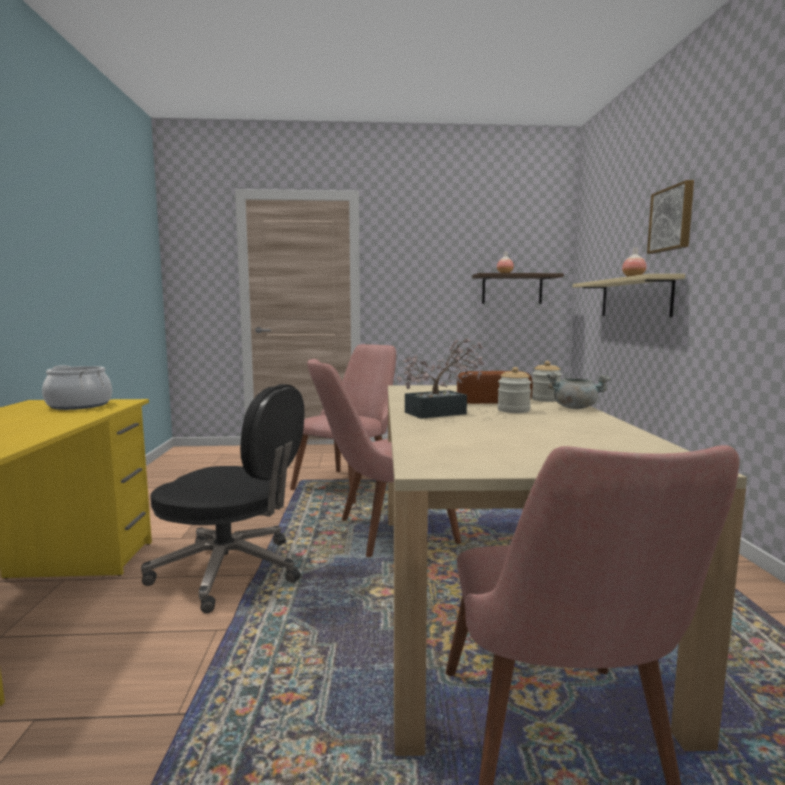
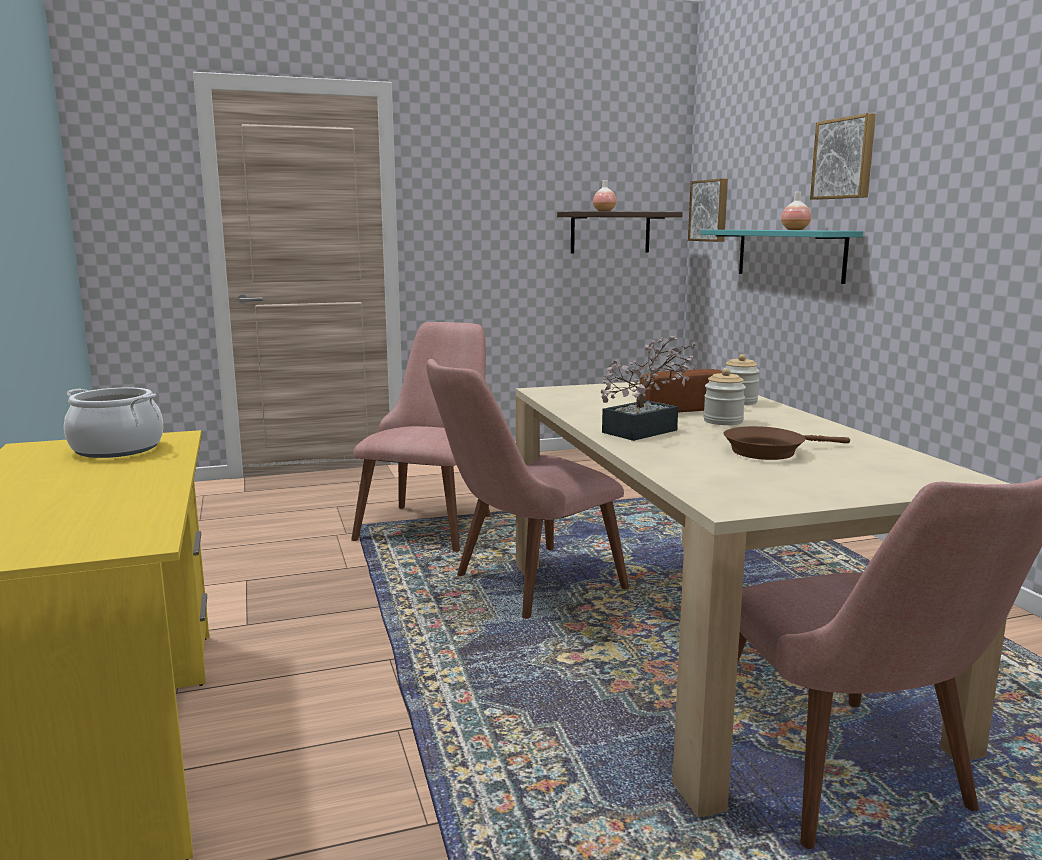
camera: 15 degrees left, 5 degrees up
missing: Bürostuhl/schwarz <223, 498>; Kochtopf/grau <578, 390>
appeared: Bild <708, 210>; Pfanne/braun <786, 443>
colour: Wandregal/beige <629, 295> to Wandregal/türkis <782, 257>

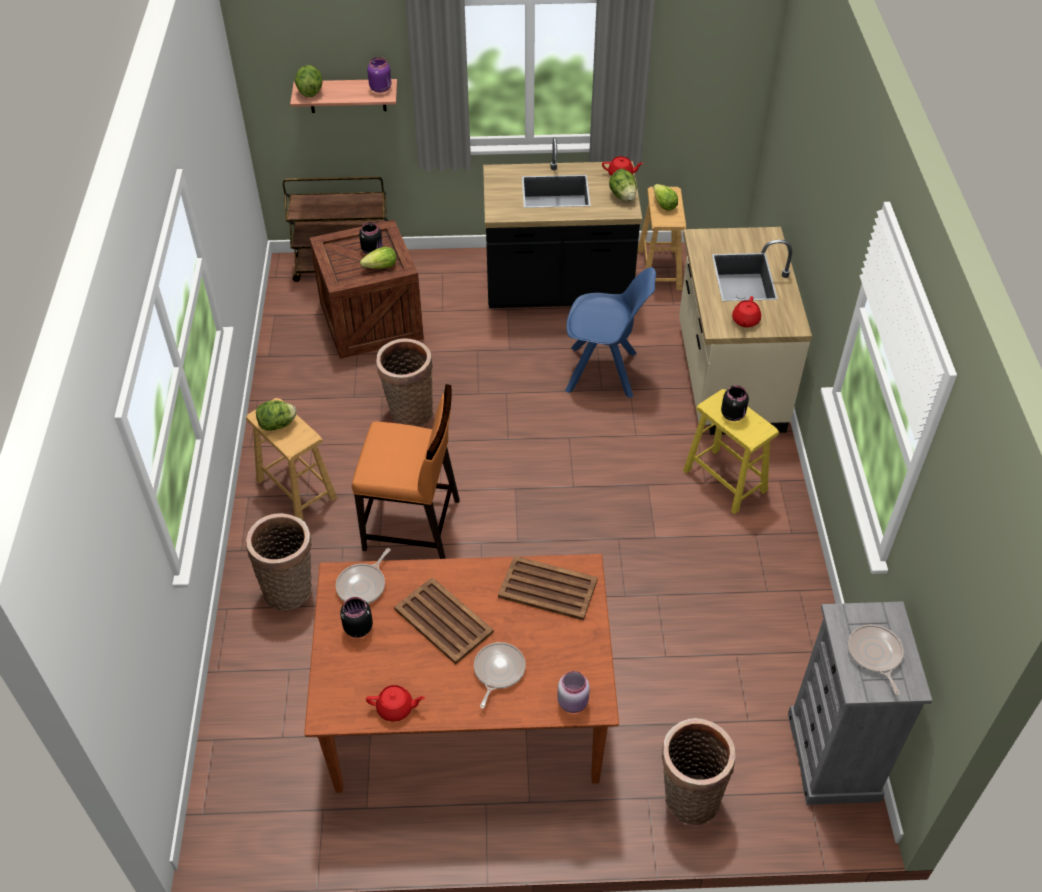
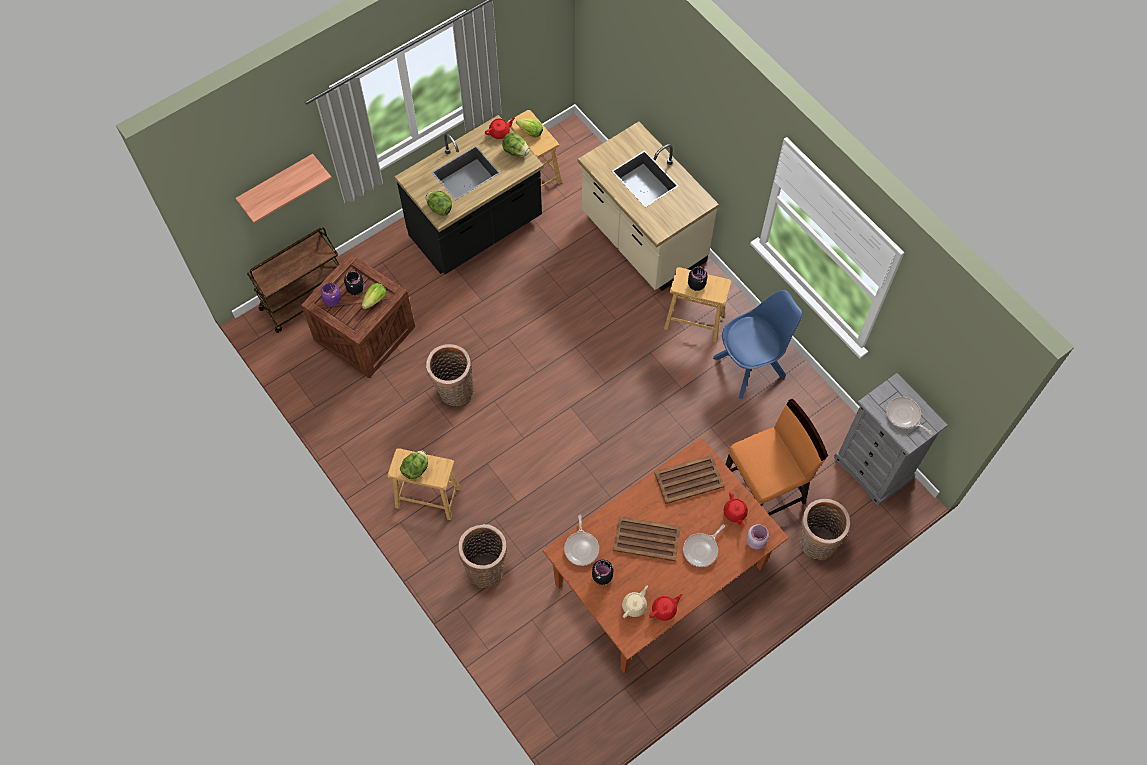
camera: 35 degrees left, 15 degrees up
appeared: Teekanne/beige <635, 601>
relocated: Vorratsglas/lila <379, 75> to <331, 294>; Salatkopf <309, 81> to <438, 203>; Stuhl/blau <610, 332> to <757, 344>; Teekanne/rot <746, 311> to <736, 509>; Stuhl/orange <406, 471> to <776, 456>
colour: Hocker/gelb <731, 451> to Hocker/braun <698, 304>
spun: Pfanne <500, 675> = <704, 546> 120 degrees counterclockwise

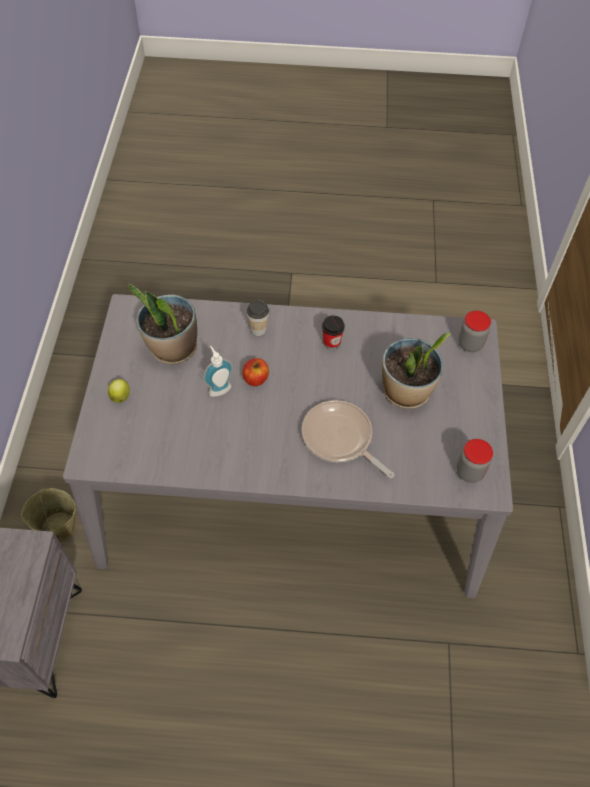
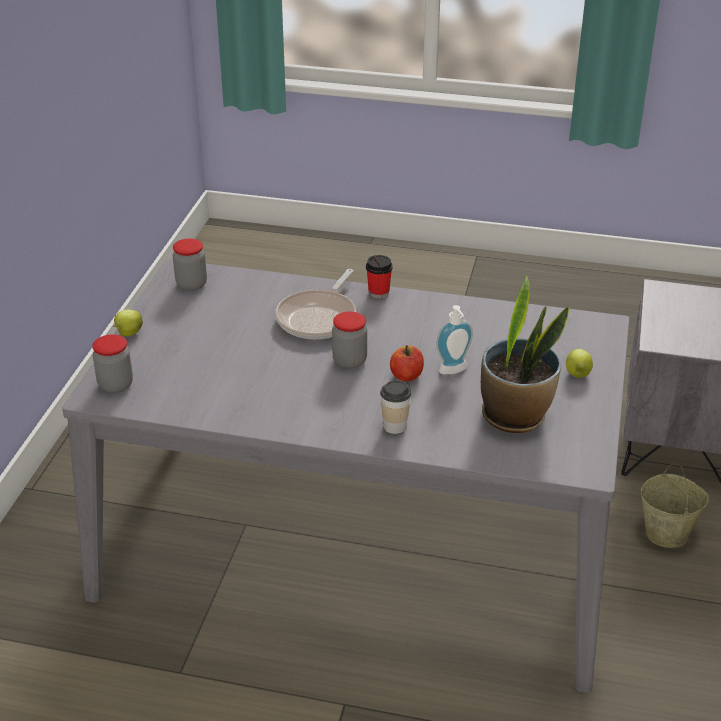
camera: 170 degrees left, 20 degrees down
missing: Topfpflanze <417, 371>
appeared: Apfel <128, 323>; Vorratsglas <349, 340>
relocated: Tasse <333, 332> to <379, 276>
spun: Pfanne <347, 439> = <316, 304> 60 degrees clockwise

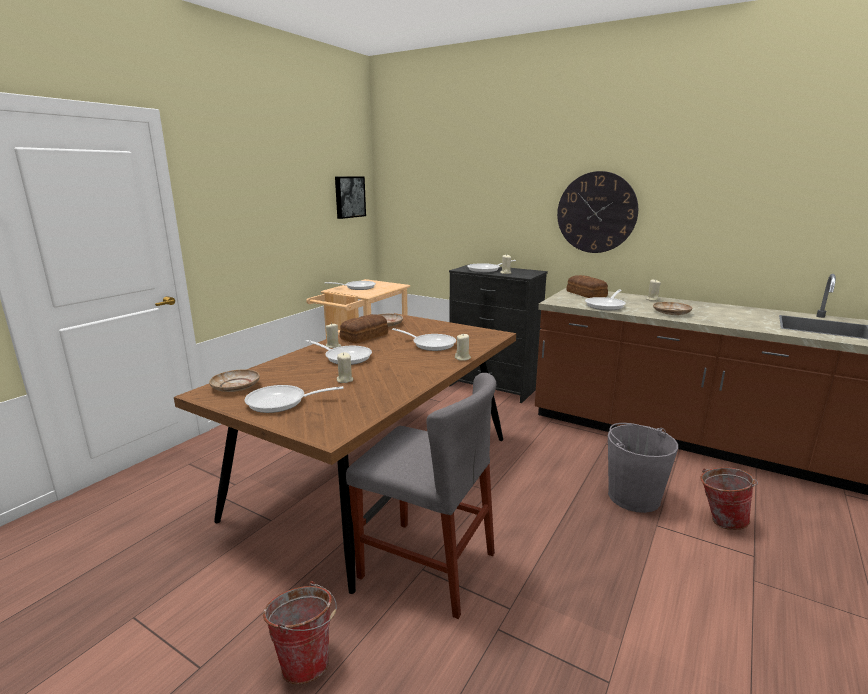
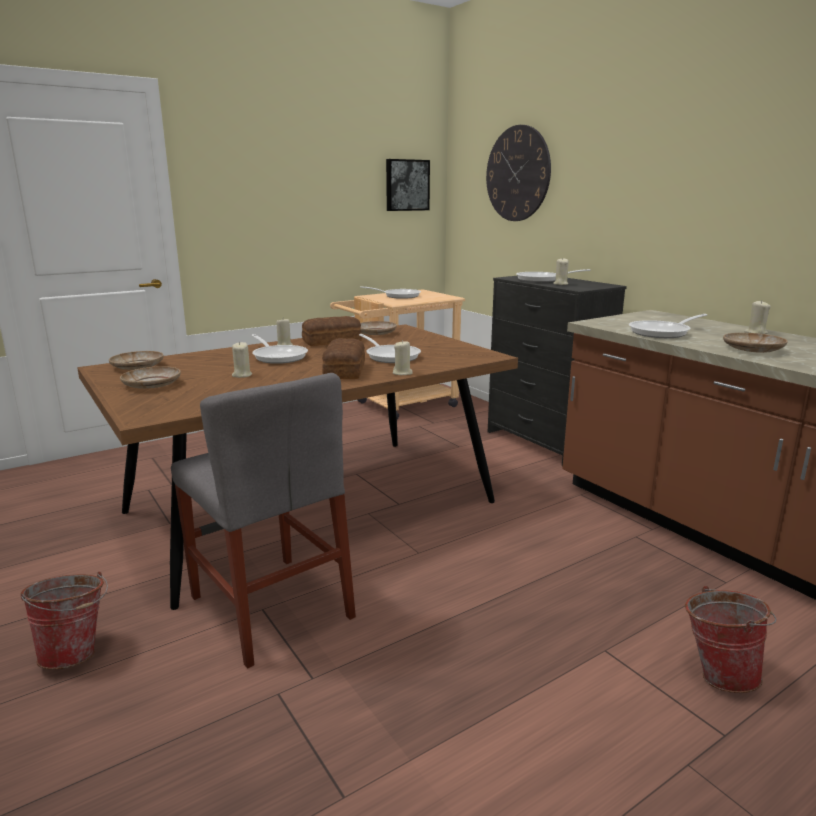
camera: 25 degrees right, 0 degrees up
missing: Eimer/grau <643, 468>
relocated: Brot <587, 286> to <343, 358>; Wanduhr <597, 212> to <518, 173>
exchanged: Pfanne <294, 399> to Teller/beige <150, 377>

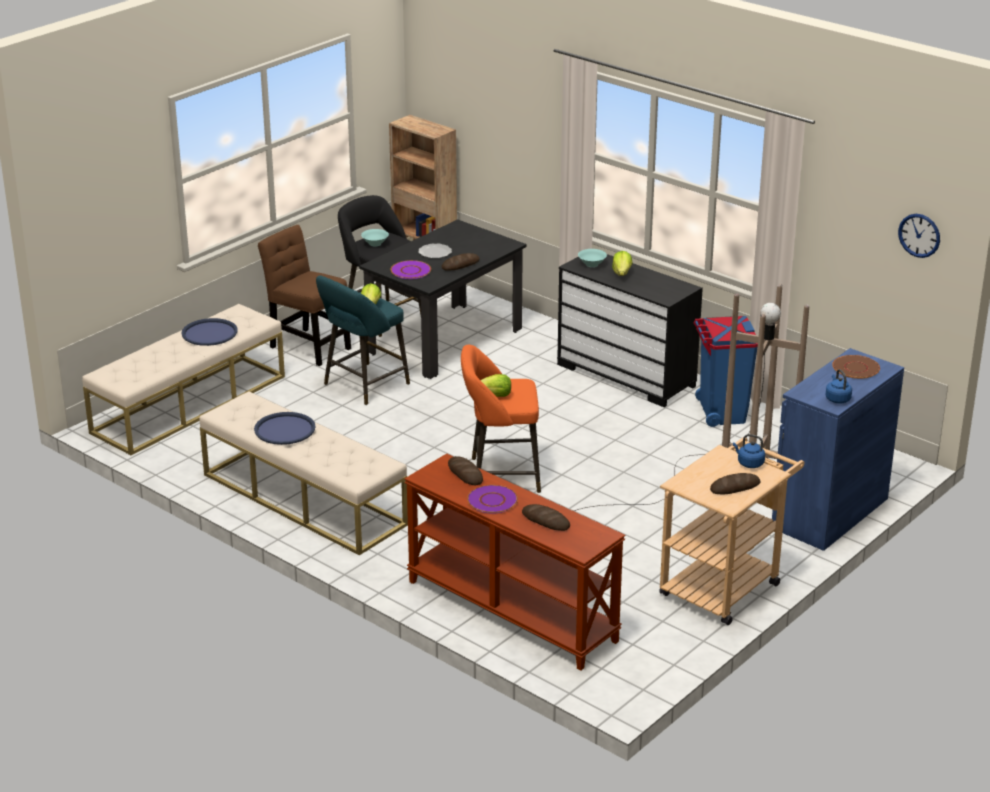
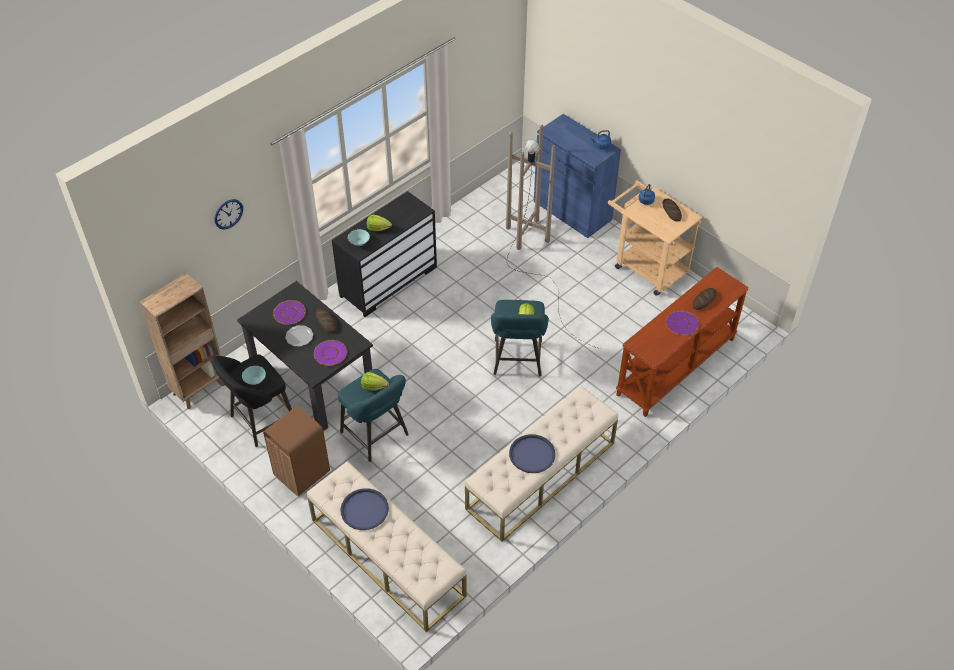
camera: 85 degrees left, 20 degrees up
missing: Brot <465, 470>; Mülleimer/blau <726, 371>; Teller/braun <856, 367>
appeared: Teller/lila <289, 312>
relocated: Wanduhr <919, 236> to <228, 214>
exchanged: Stuhl/braun <304, 295> to Mülleimer/braun <296, 451>
colour: Hocker/orange <501, 419> to Hocker/türkis <520, 338>

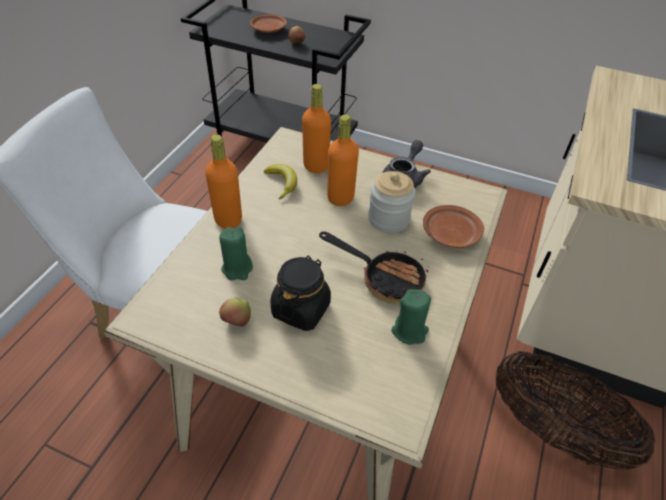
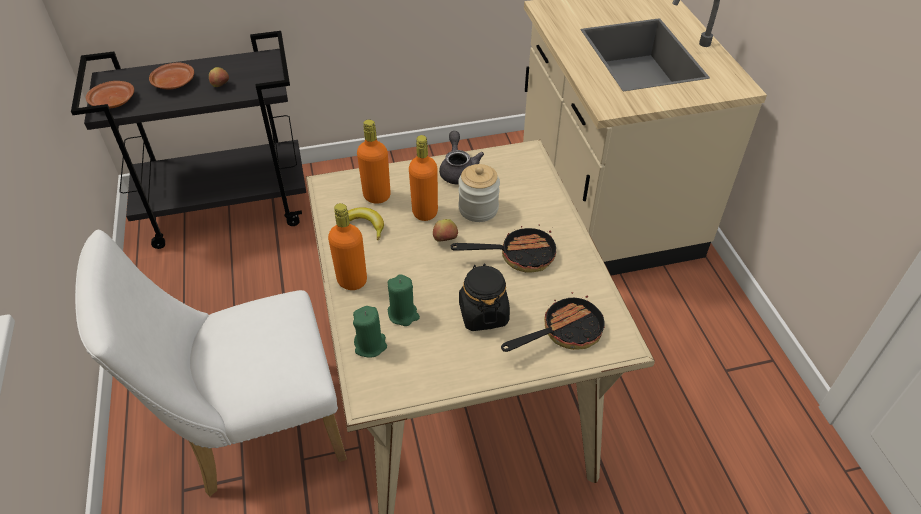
camera: 35 degrees left, 0 degrees up
missing: Korb <576, 410>
appeared: Pfanne <553, 322>
relocated: Teller/braun <453, 226> to <110, 95>; Kerze/grün <411, 317> to <370, 332>; Apfel <235, 312> to <445, 230>

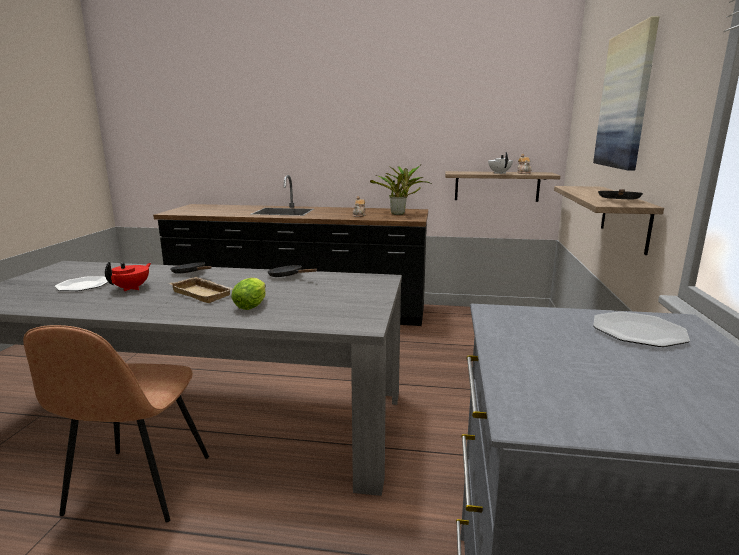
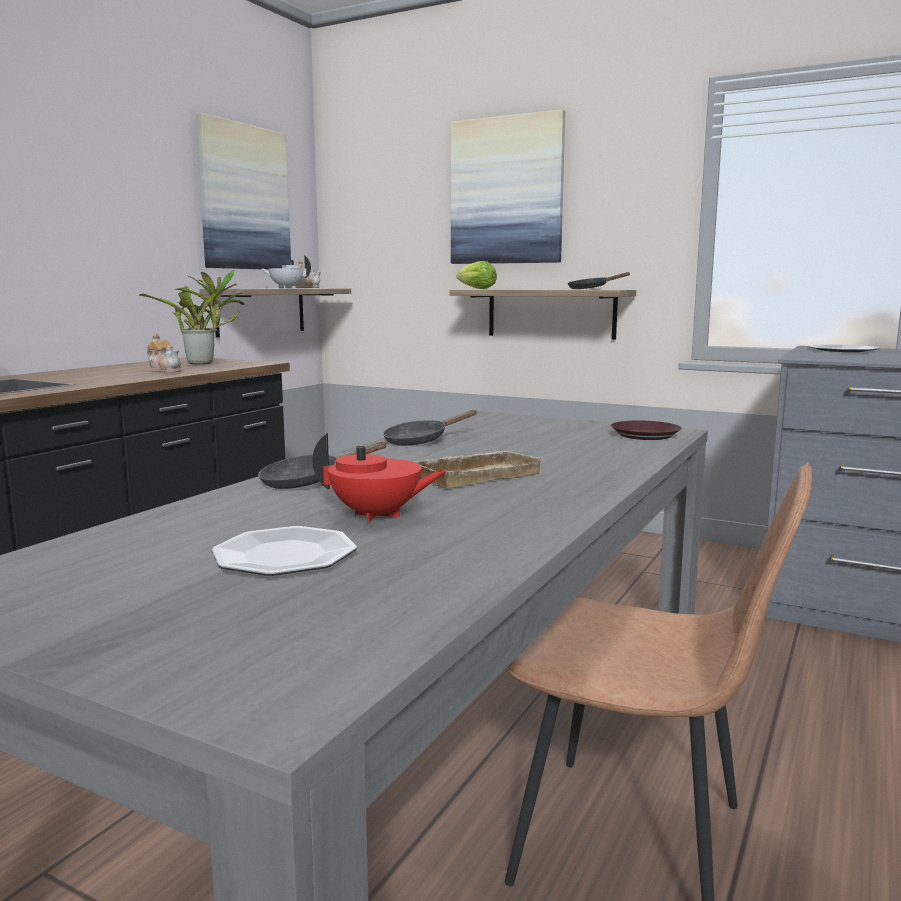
camera: 70 degrees left, 5 degrees down
appeared: Bild <243, 191>; Teller/braun <646, 430>
relocated: Salatkopf <248, 294> to <476, 275>
spun: Teekanne/rot <128, 276> = <379, 477> 150 degrees clockwise

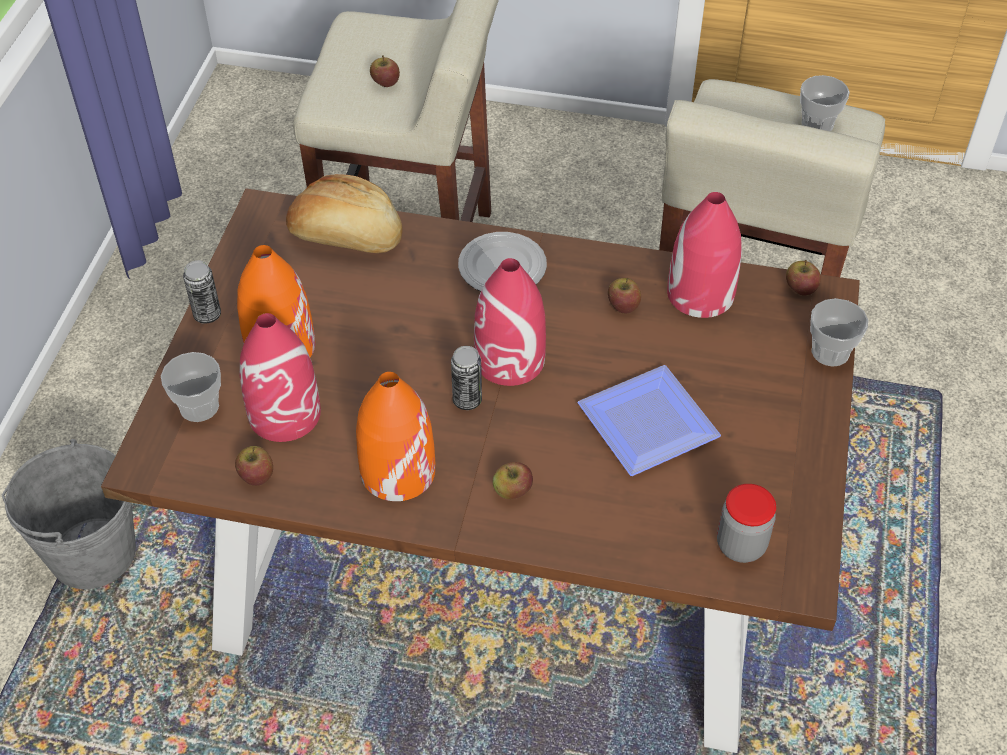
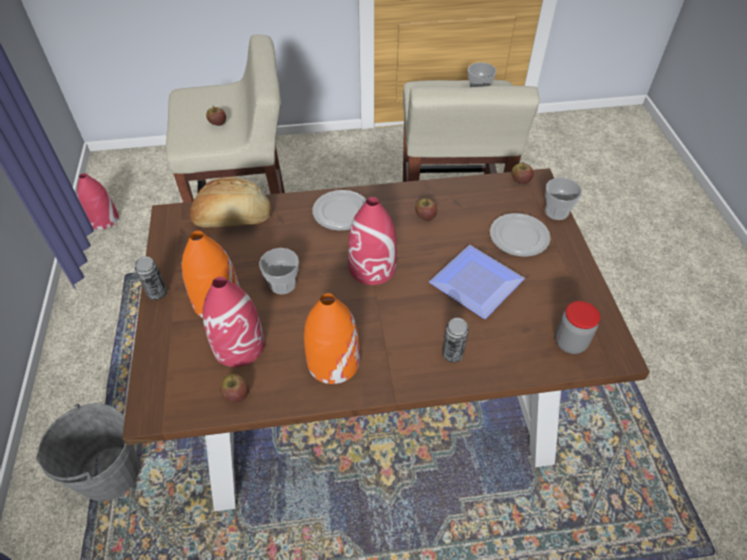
camera: 20 degrees left, 0 degrees up
missing: Apfel <513, 480>
appeared: Teller <520, 235>
relocated: Vase/rot <704, 255> to <98, 201>; Tasse <191, 387> to <279, 271>; Dose <466, 378> to <455, 340>

